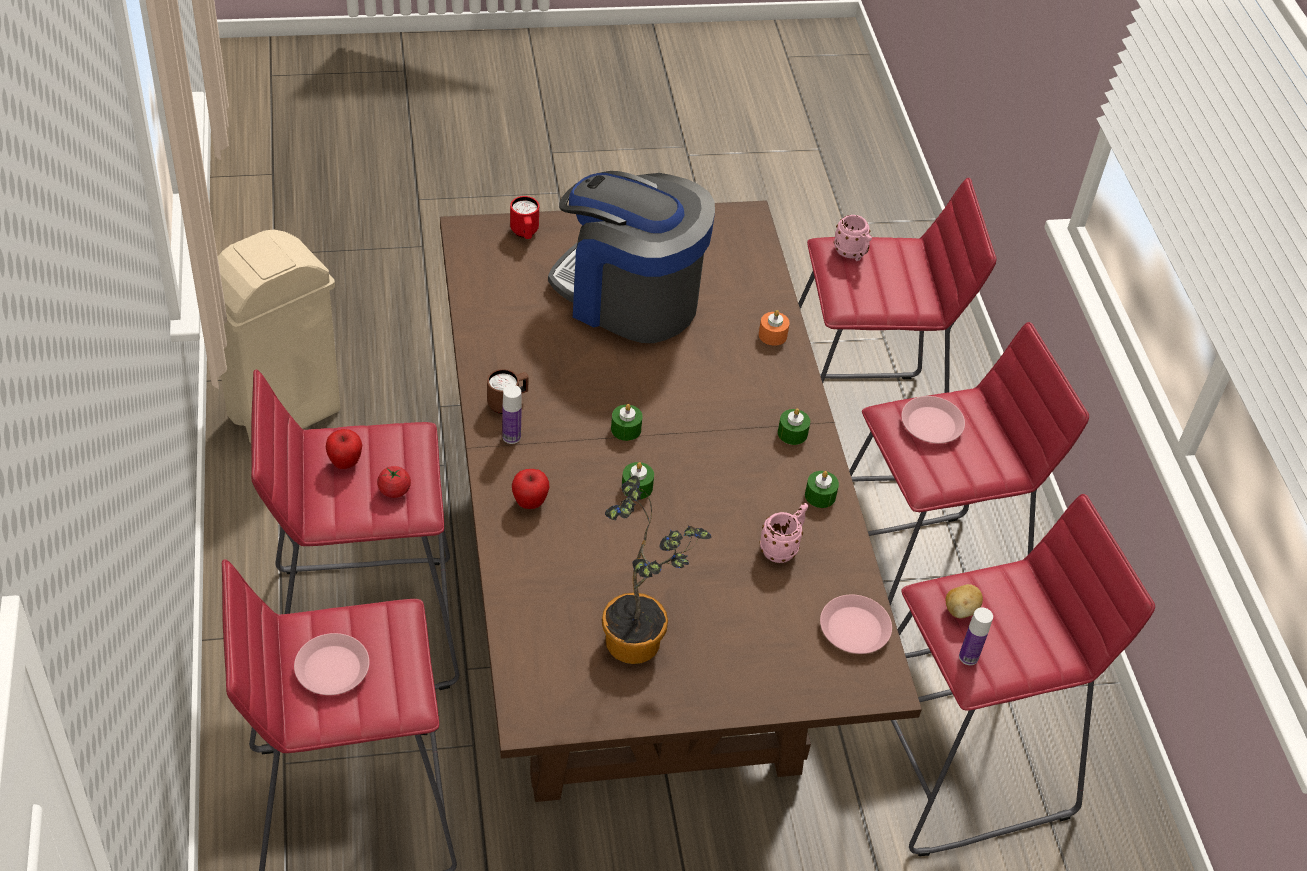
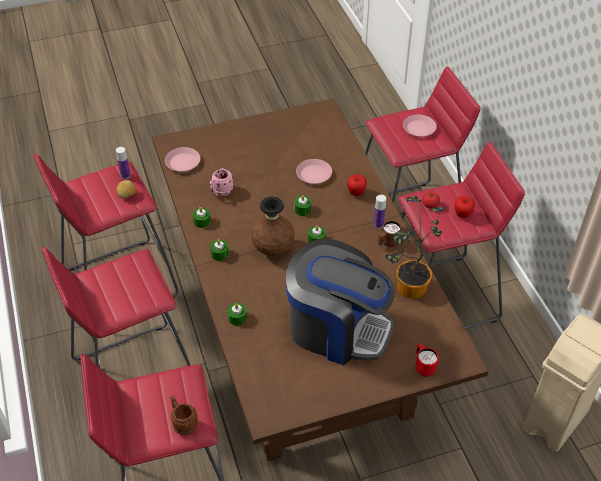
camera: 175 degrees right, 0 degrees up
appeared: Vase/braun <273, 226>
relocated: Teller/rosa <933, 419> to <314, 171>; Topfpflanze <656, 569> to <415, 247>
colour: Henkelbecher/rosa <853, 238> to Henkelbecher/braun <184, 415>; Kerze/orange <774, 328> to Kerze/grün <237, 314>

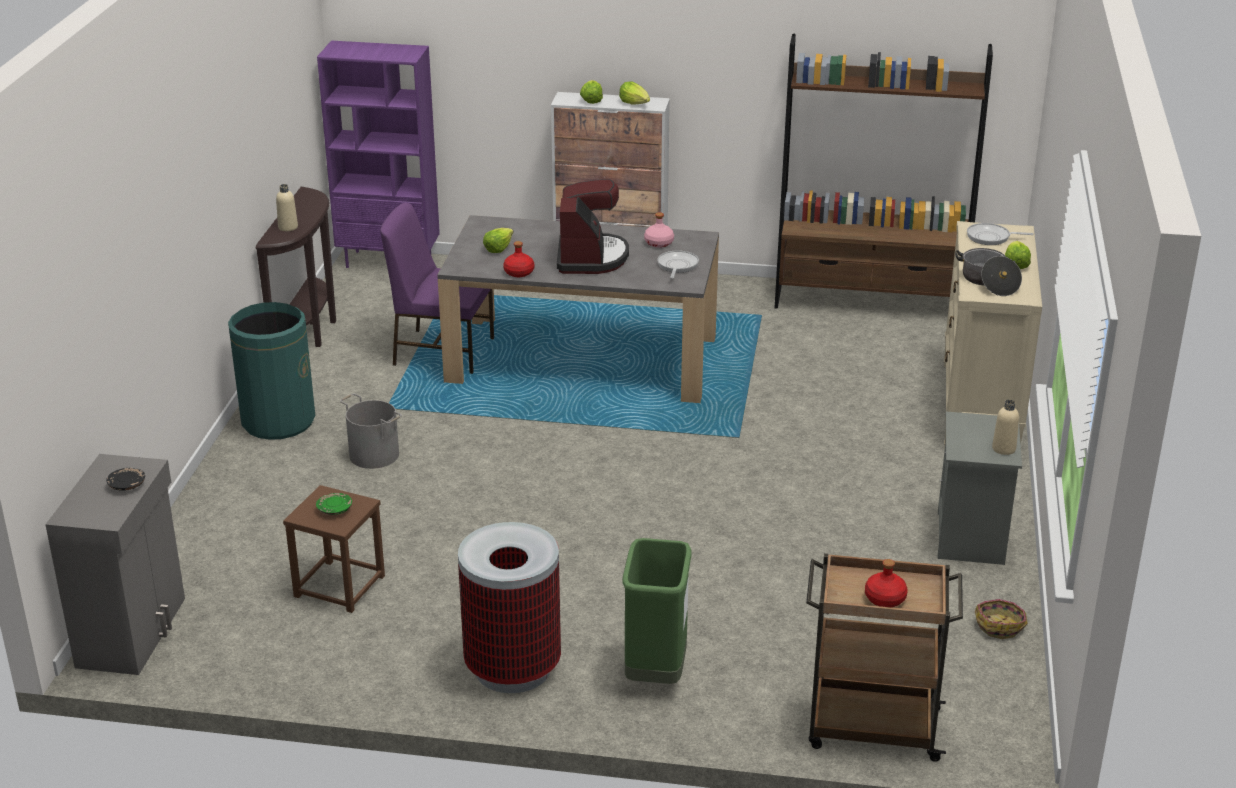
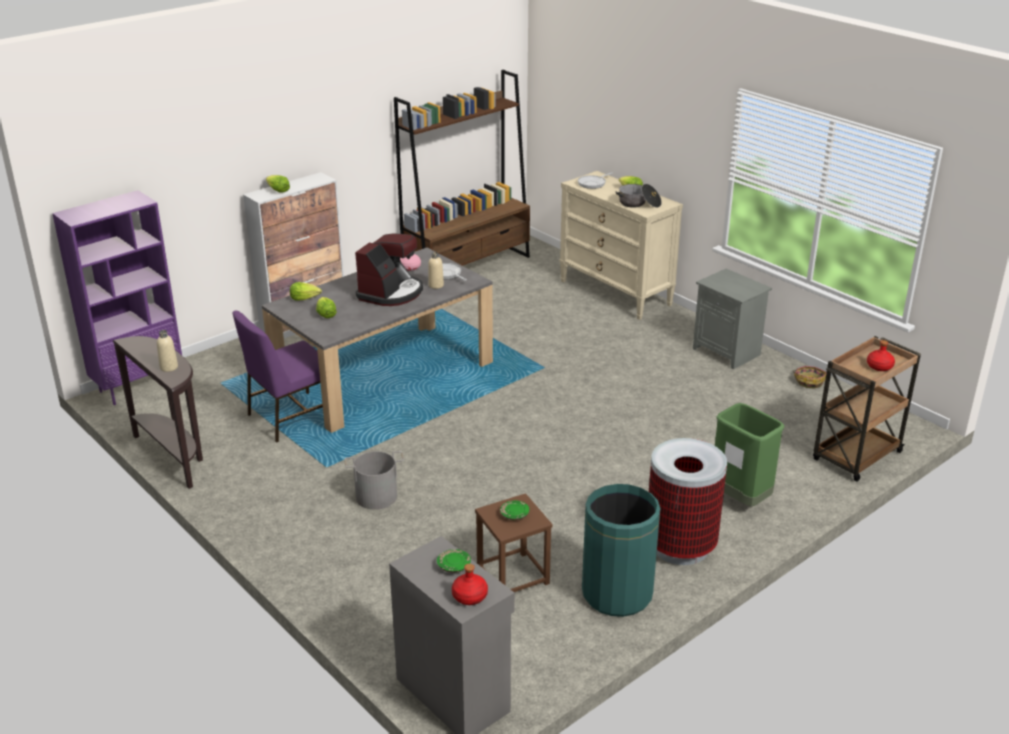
camera: 50 degrees left, 0 degrees up
relocated: Salatkopf <634, 92> to <306, 291>; Flasche/beige <1005, 427> to <436, 270>; Flasche/rot <518, 259> to <470, 584>; Mülleimer/grün <271, 371> to <621, 550>
colour: Teller/schwarz <125, 479> to Teller/grün <454, 561>
spun: Kaffeemaschine <593, 226> = <389, 269> 75 degrees clockwise

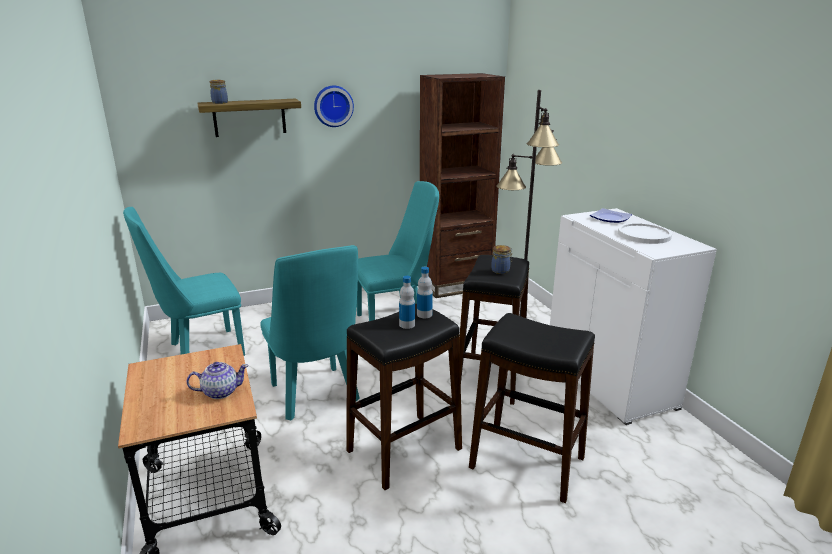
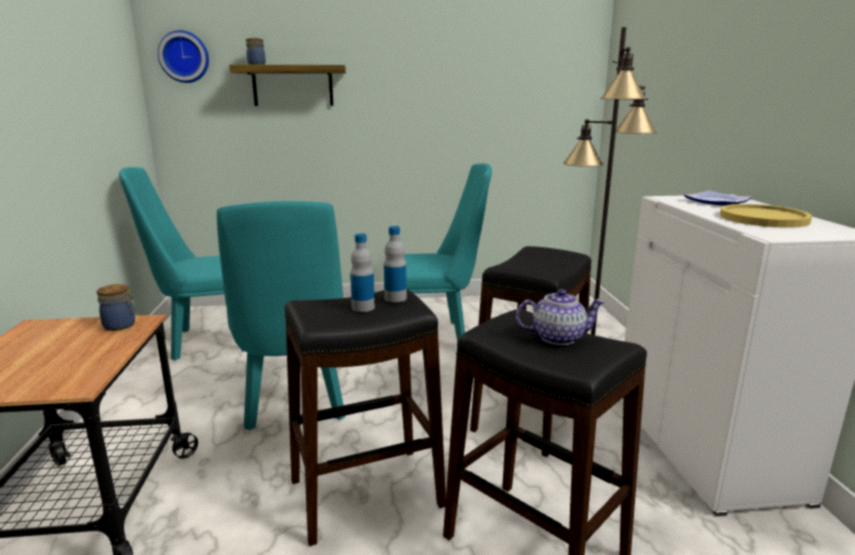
camera: 15 degrees right, 5 degrees down
missing: Bücherregal/braun <462, 185>
relocated: Vorratsglas <502, 259> to <116, 307>; Wanduhr <334, 106> to <183, 56>; Teekanne <218, 380> to <560, 317>
colour: Teller/weiß <645, 233> to Teller/gelb <766, 216>

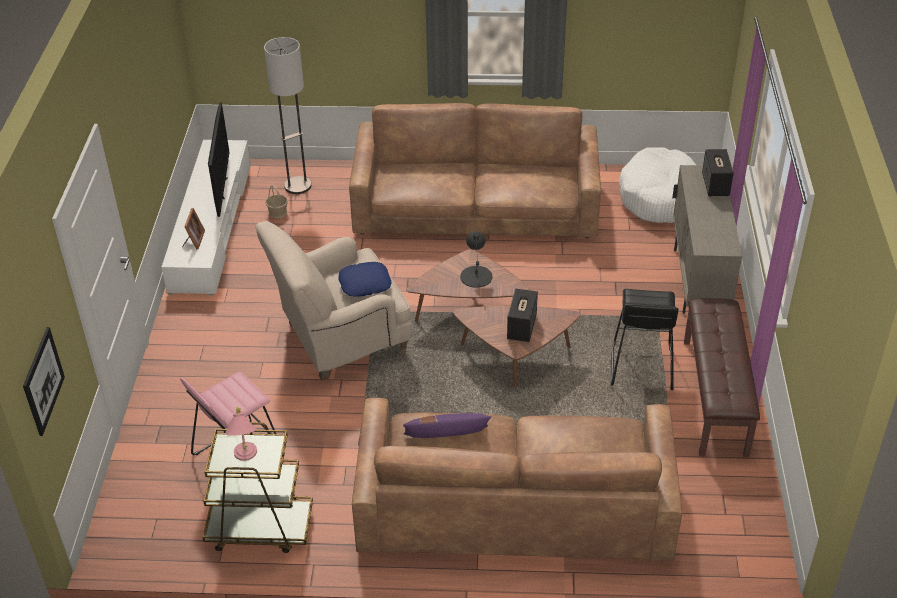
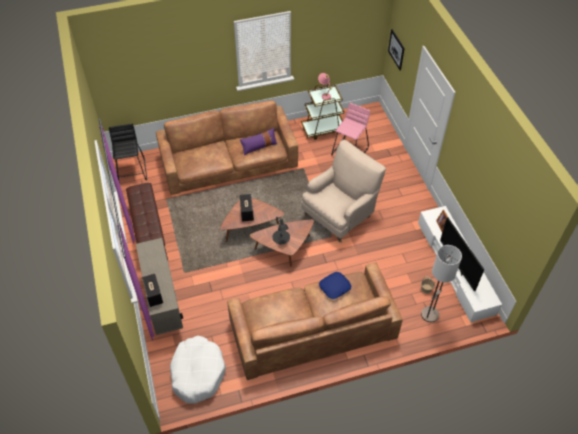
camera: 160 degrees right, 10 degrees up
relocated: Hocker/schwarz <644, 339> to <128, 153>; Kissen/blau <365, 279> to <335, 285>

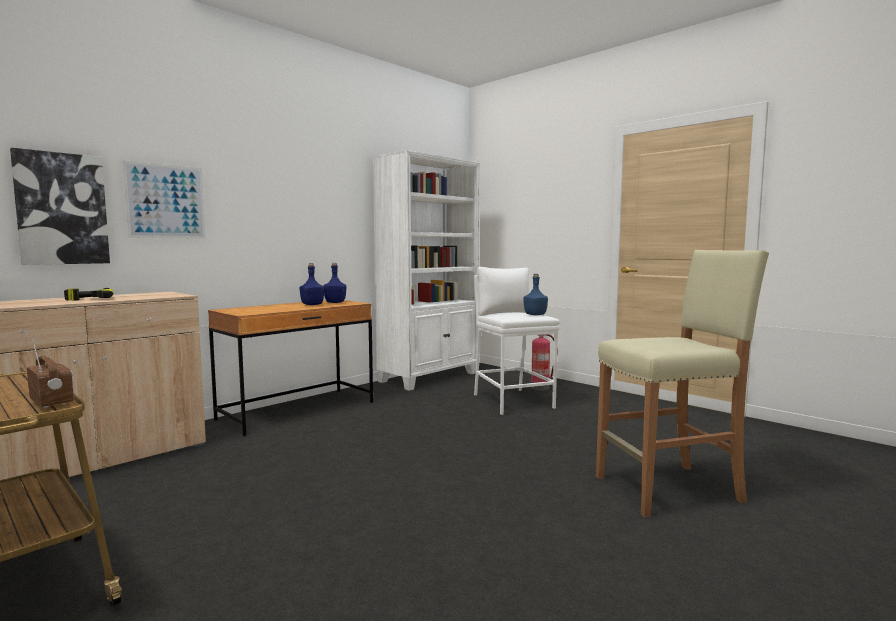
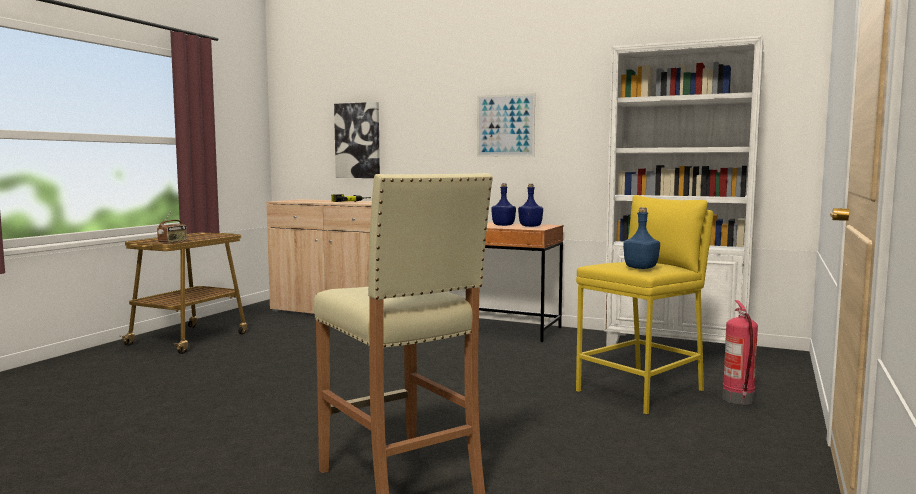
camera: 70 degrees right, 0 degrees up
relocated: Bild <164, 200> to <506, 125>
colour: Hocker/weiß <517, 341> to Hocker/gelb <645, 304>

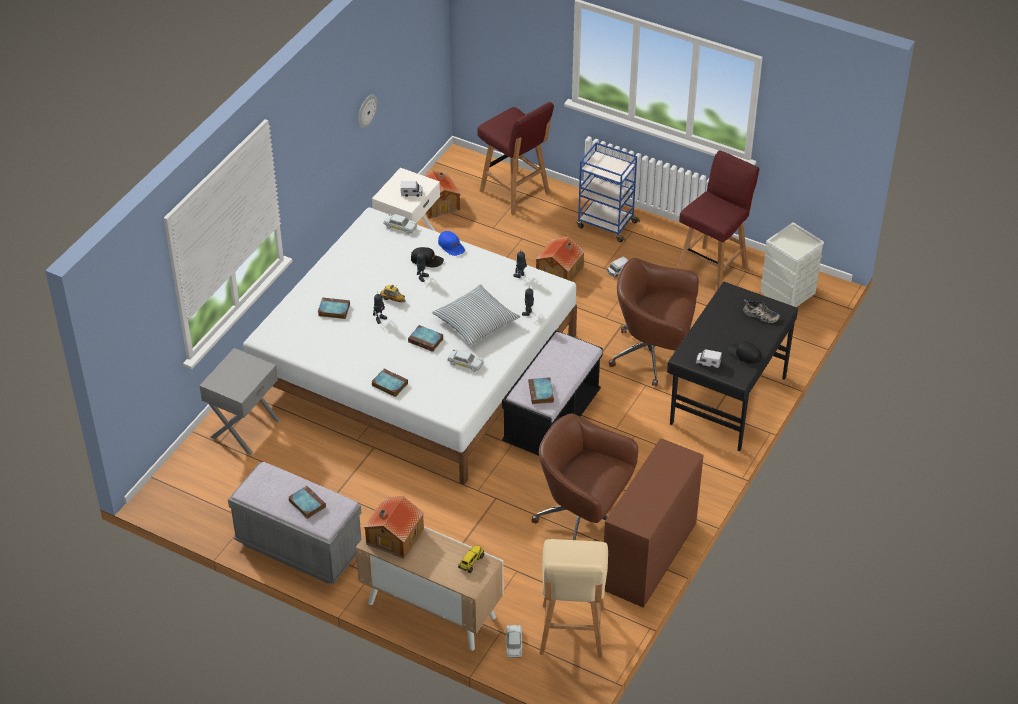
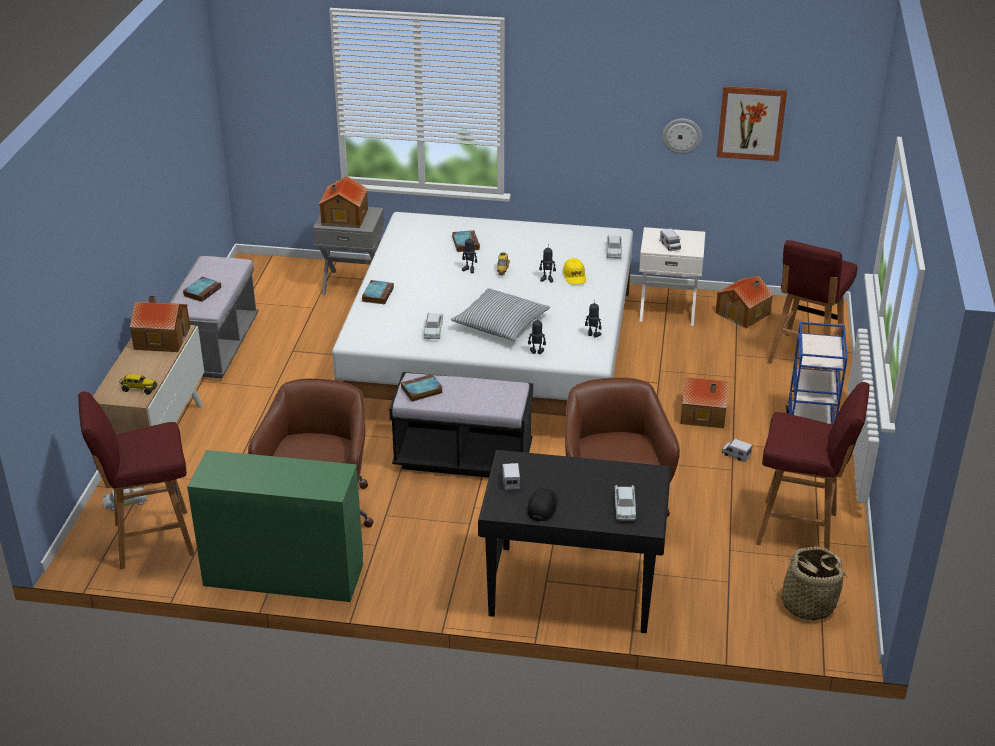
camera: 70 degrees right, 10 degrees down
missing: Buch <425, 338>; Kappe/blau <451, 243>
appeared: Spielzeughaus <343, 202>; Bild <752, 123>
exchanged: Schuh <761, 311> to Spielzeugauto/weiß <625, 503>; Aufbewahrungsbox/grau <792, 264> to Korb <809, 584>
colour: Hocker/beige <574, 598> to Hocker/rot <136, 480>; Schreibtisch/braun <654, 523> to Schreibtisch/grün <275, 526>; Kappe/schwarz <427, 257> to Kappe/gelb <574, 271>

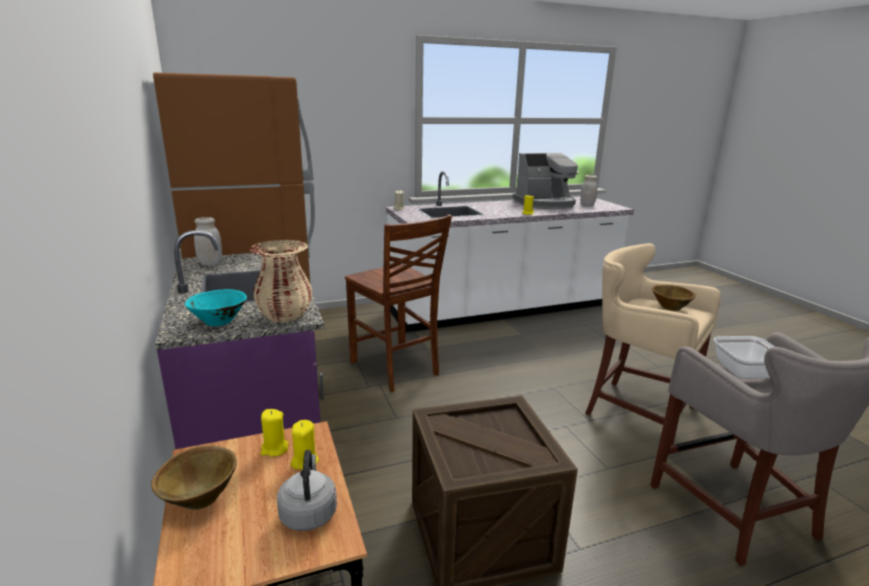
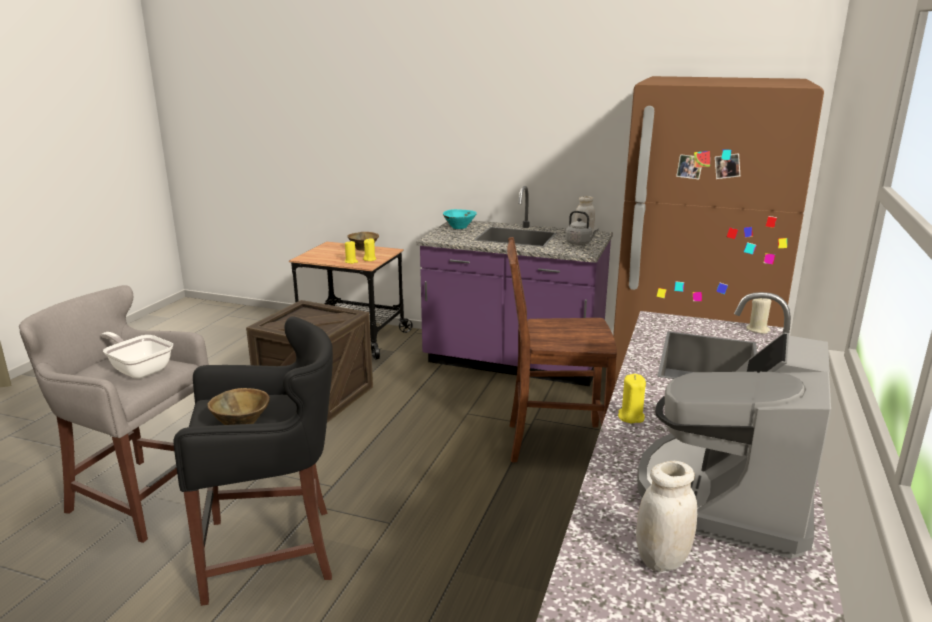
camera: 130 degrees right, 0 degrees up
missing: Vase/beige <281, 281>
relocated: Wasserkessel/grau <307, 490> to <582, 228>
colour: Hocker/beige <653, 344> to Hocker/schwarz <253, 461>

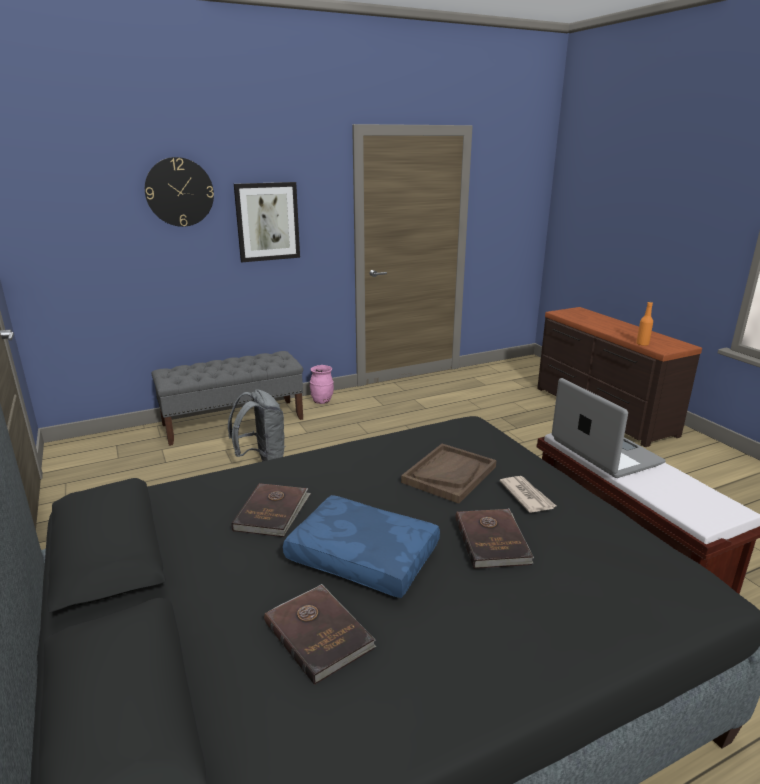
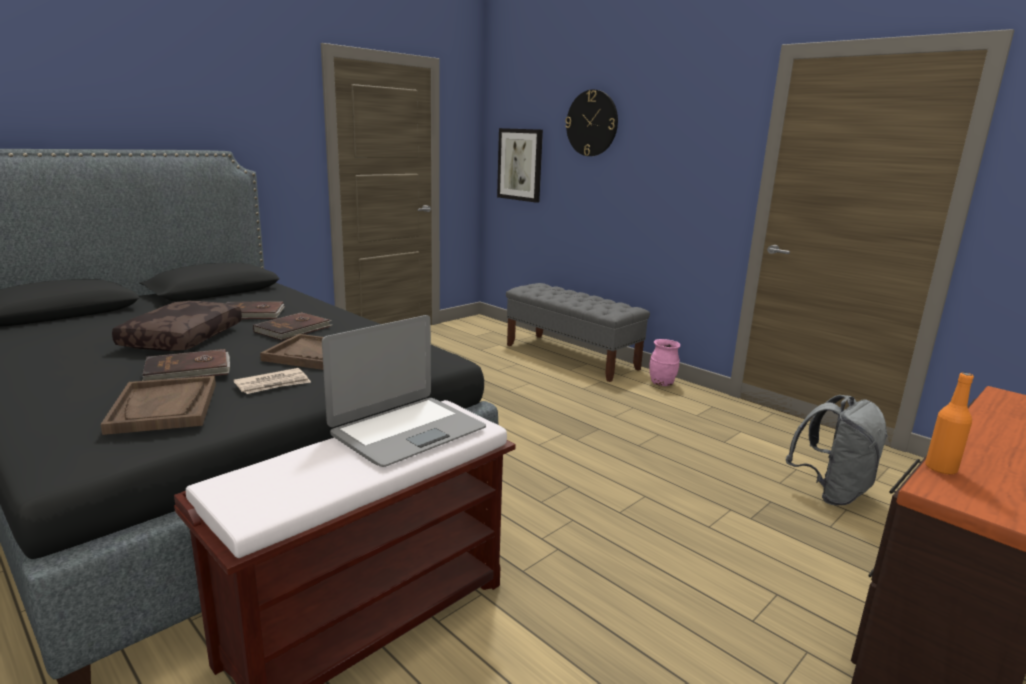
camera: 70 degrees right, 5 degrees down
appeared: Tablett/braun <158, 405>
relocated: Buch/braun <320, 634> to <292, 326>; Bild <267, 222> to <520, 165>; Rucksack/grau <256, 425> to <837, 450>
colour: Kissen/blau <361, 546> to Kissen/braun <177, 326>

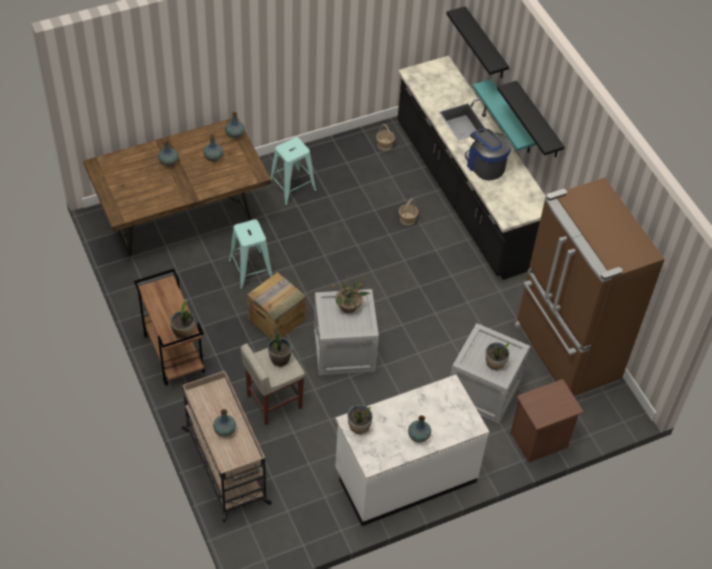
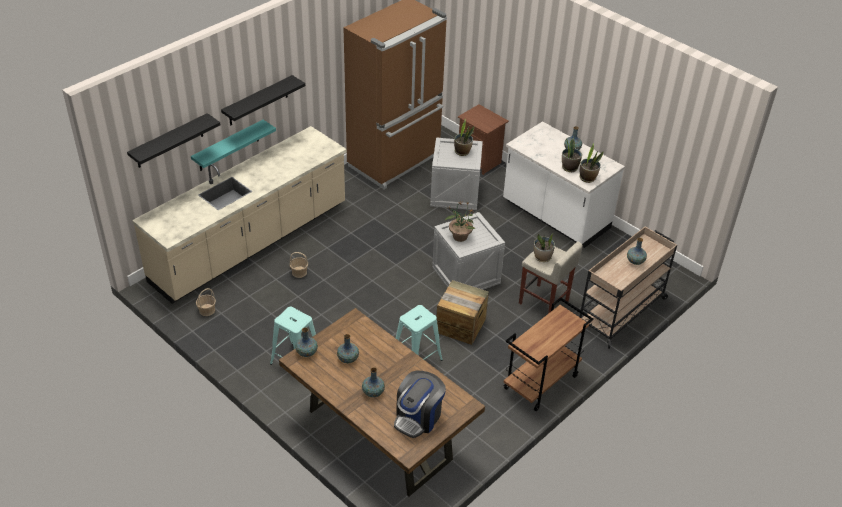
camera: 110 degrees left, 10 degrees down
relocated: Kaffeemaschine <488, 154> to <420, 404>; Topfpflanze <182, 319> to <572, 154>
colour: Küchenzeile/schwarz <471, 168> to Küchenzeile/beige <239, 215>

